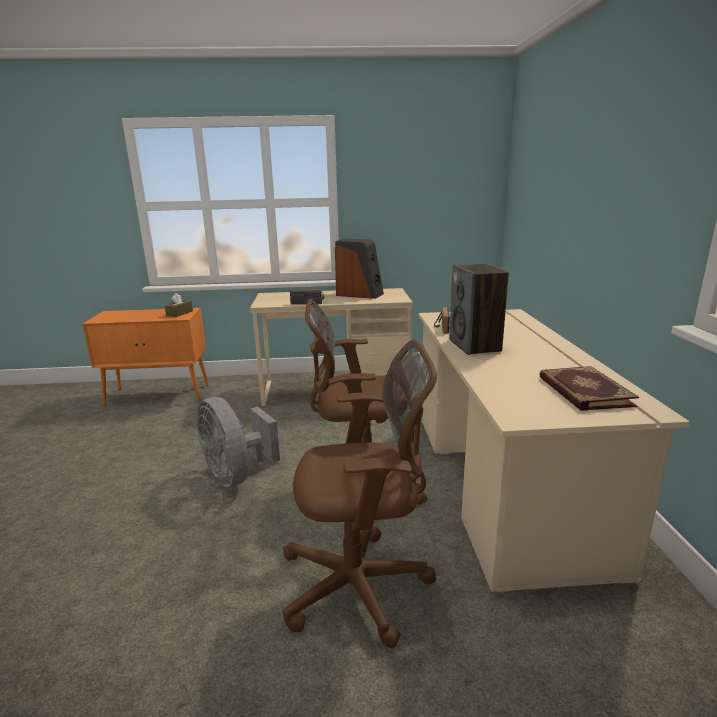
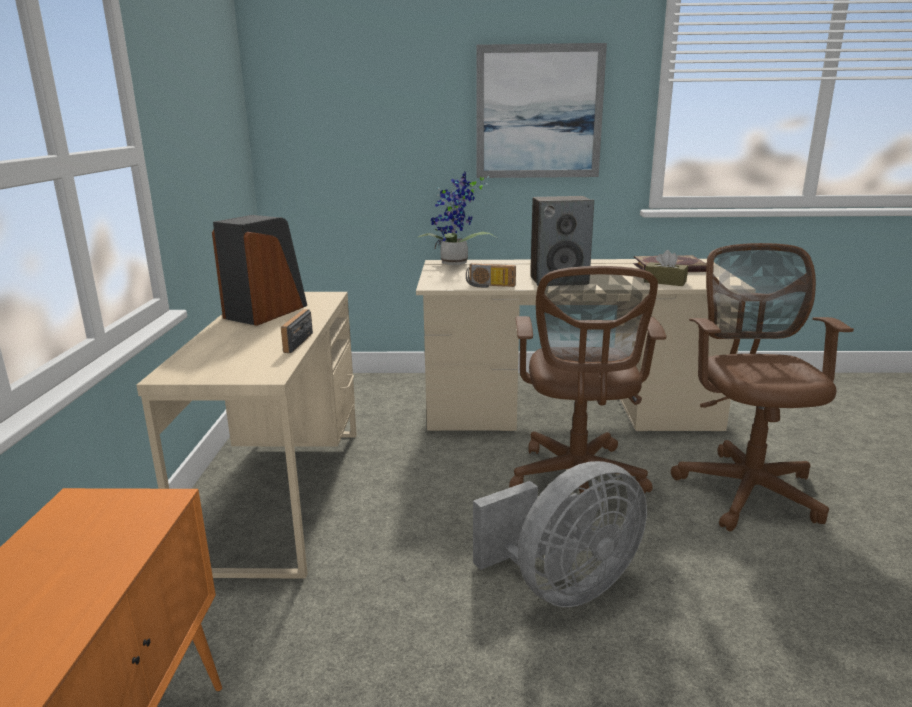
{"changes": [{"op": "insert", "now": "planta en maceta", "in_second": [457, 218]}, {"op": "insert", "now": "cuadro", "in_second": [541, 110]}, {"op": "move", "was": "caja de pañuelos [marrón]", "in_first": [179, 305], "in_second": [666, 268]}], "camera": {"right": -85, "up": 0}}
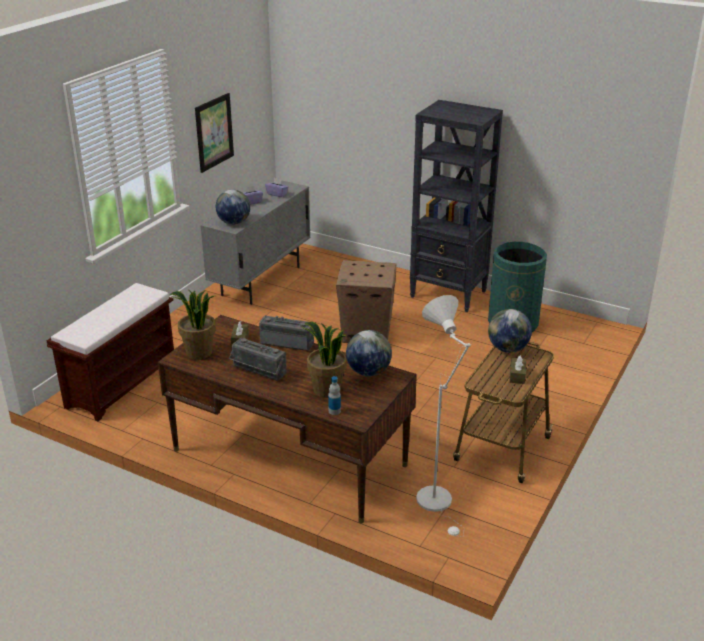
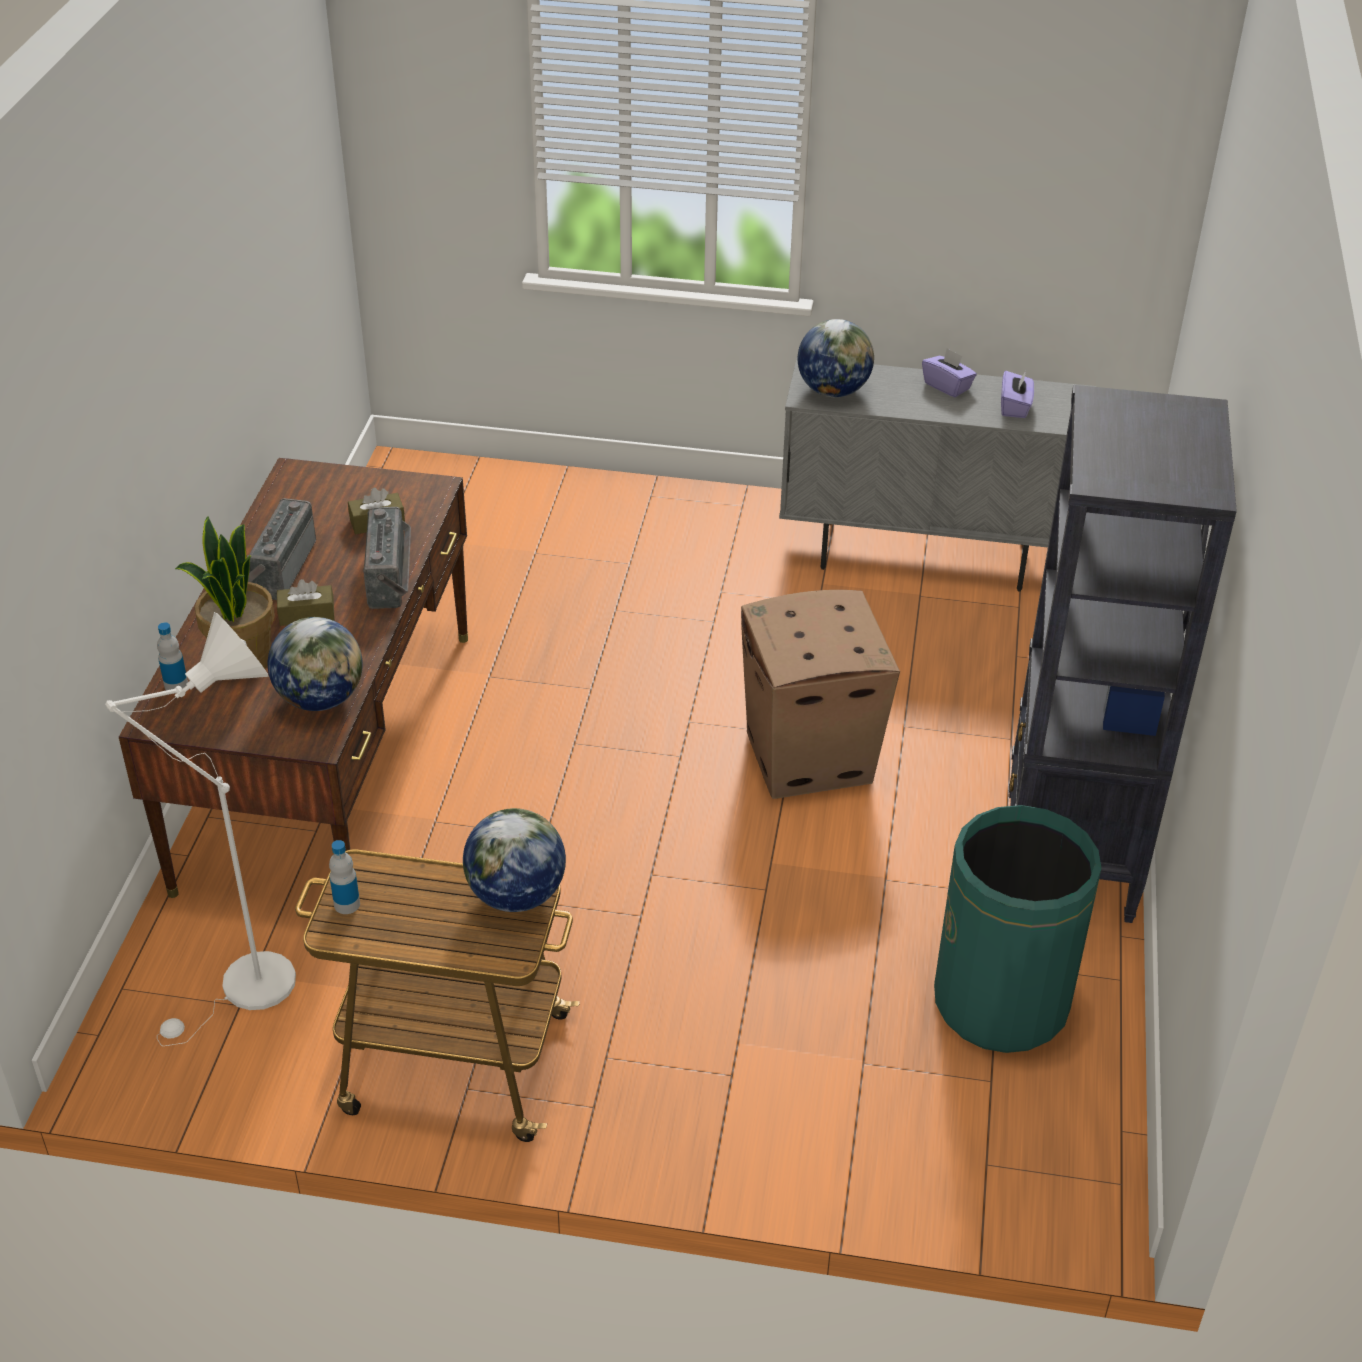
{"changes": [{"op": "delete", "was": "banco [marrón]", "in_first": [110, 352]}, {"op": "delete", "was": "planta en maceta", "in_first": [193, 324]}, {"op": "delete", "was": "cuadro", "in_first": [214, 133]}, {"op": "insert", "now": "botella", "in_second": [344, 877]}, {"op": "move", "was": "caja de pañuelos [marrón]", "in_first": [518, 369], "in_second": [306, 602]}], "camera": {"right": 70, "up": 10}}
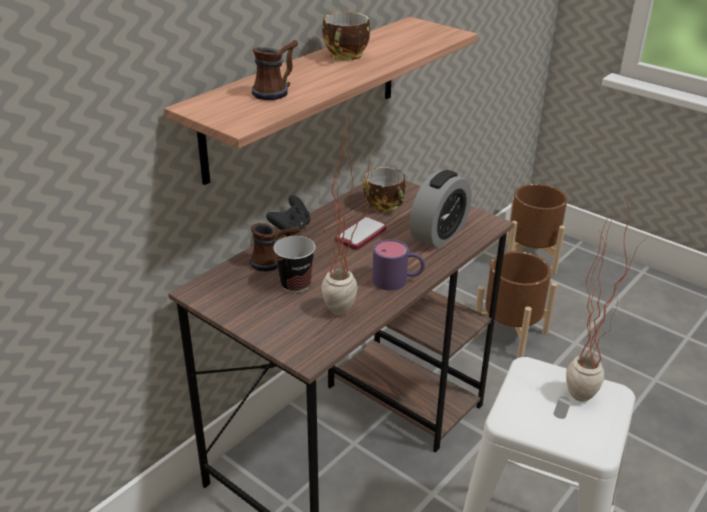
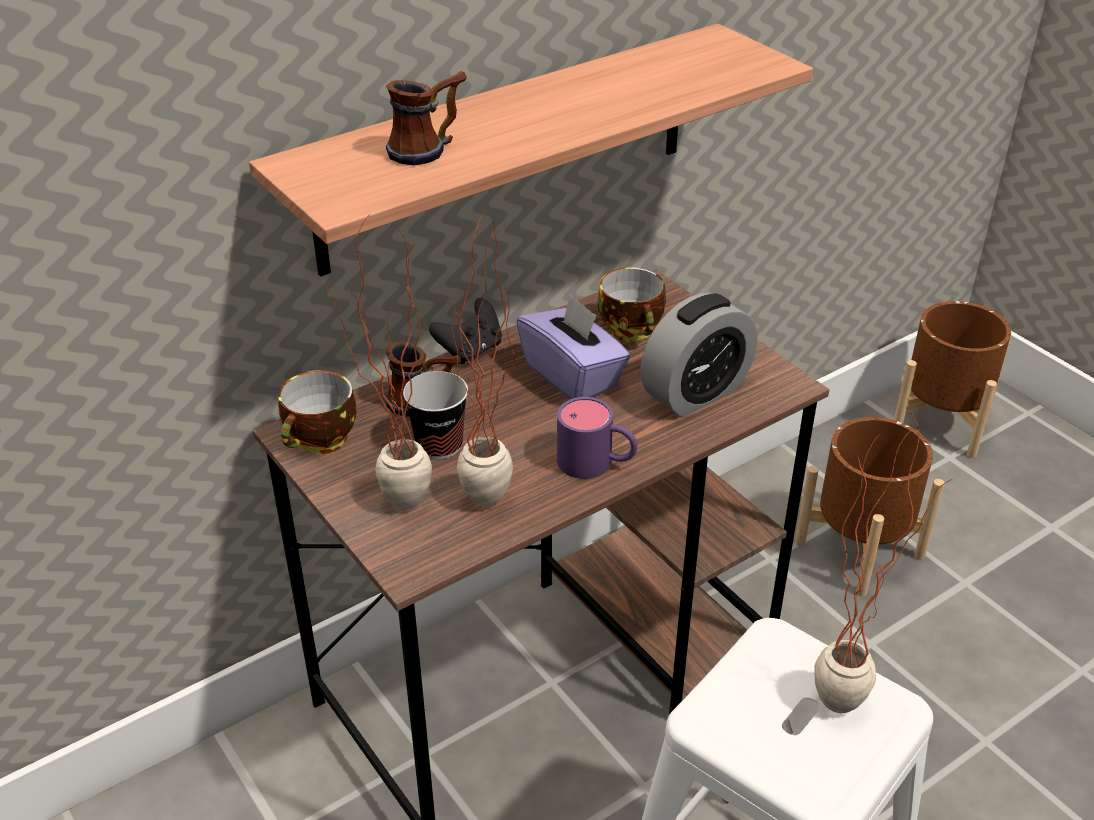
{"changes": [{"op": "insert", "now": "planta en maceta", "in_second": [377, 363]}, {"op": "move", "was": "taza", "in_first": [346, 36], "in_second": [317, 412]}, {"op": "replace", "was": "móvil", "now": "caja de pañuelos [morado]", "in_first": [361, 233], "in_second": [573, 346]}], "camera": {"right": 15, "up": 5}}
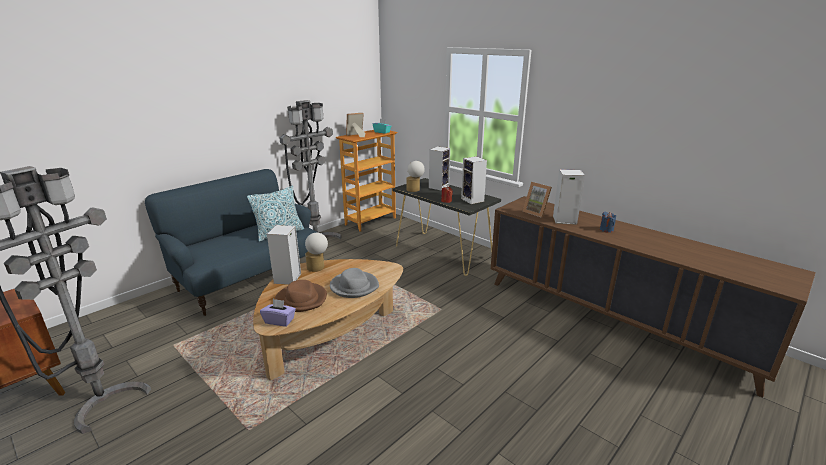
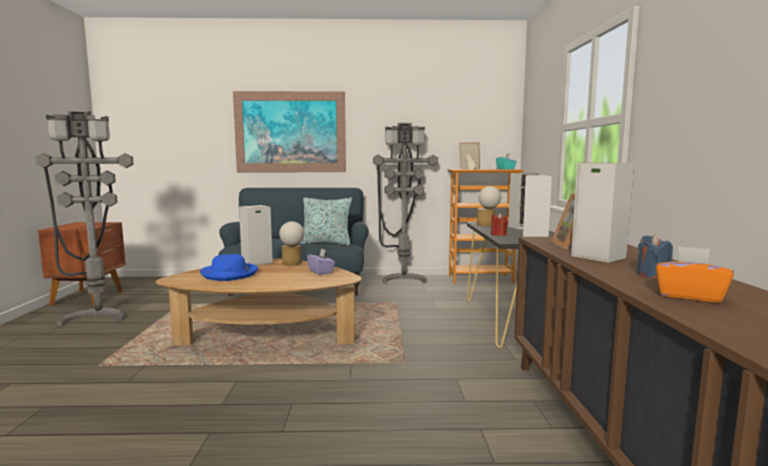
{"changes": [{"op": "delete", "was": "sombrero [gris]", "in_first": [354, 283]}, {"op": "insert", "now": "cuadro", "in_second": [289, 131]}, {"op": "insert", "now": "caja de pañuelos [naranja]", "in_second": [695, 274]}, {"op": "move", "was": "caja de pañuelos [morado]", "in_first": [278, 313], "in_second": [321, 261]}, {"op": "recolor", "was": "sombrero [marrón]", "now": "sombrero [azul]", "in_first": [301, 296], "in_second": [229, 267]}], "camera": {"right": 45, "up": -15}}
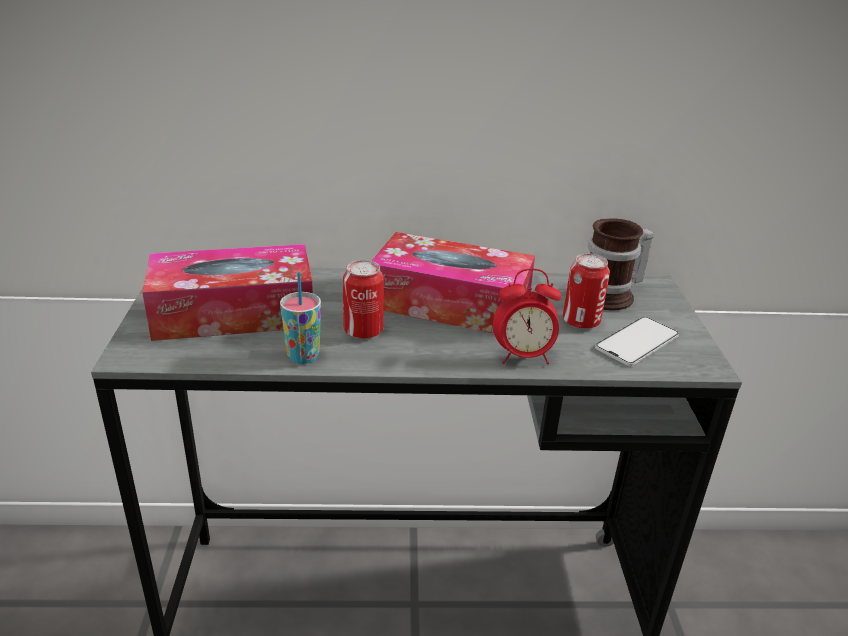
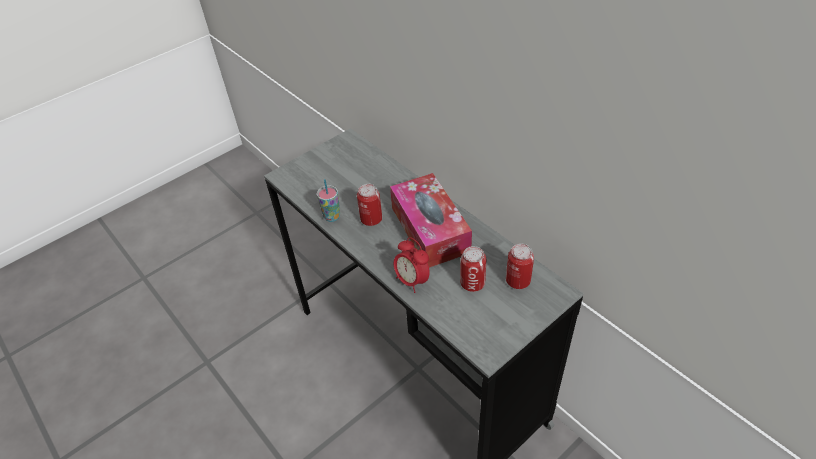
{"changes": [{"op": "delete", "was": "caja de pañuelos", "in_first": [227, 292]}, {"op": "delete", "was": "móvil", "in_first": [637, 341]}, {"op": "replace", "was": "taza grande", "now": "lata", "in_first": [621, 264], "in_second": [520, 266]}], "camera": {"right": 55, "up": 15}}
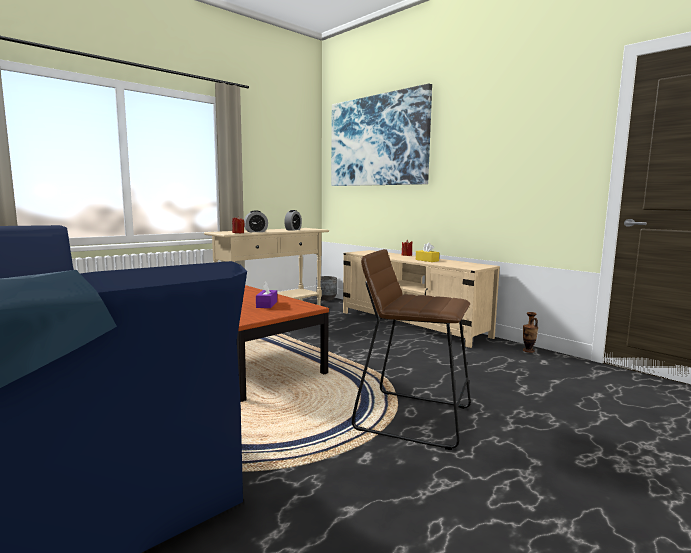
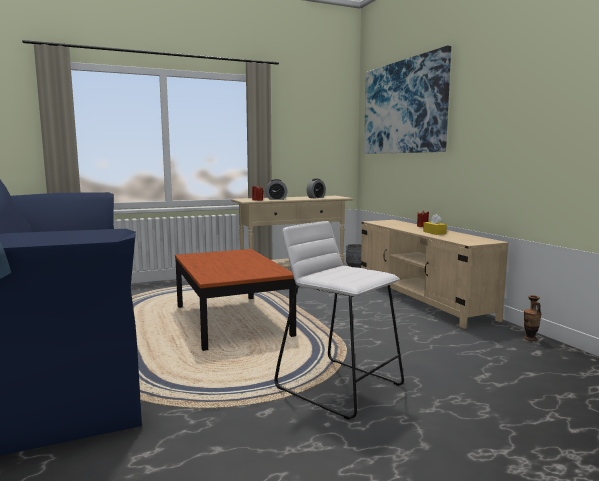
{"changes": [{"op": "delete", "was": "caja de pañuelos [morado]", "in_first": [266, 294]}, {"op": "recolor", "was": "taburete [marrón]", "now": "taburete [blanco]", "in_first": [411, 349], "in_second": [339, 320]}], "camera": {"right": 20, "up": 0}}
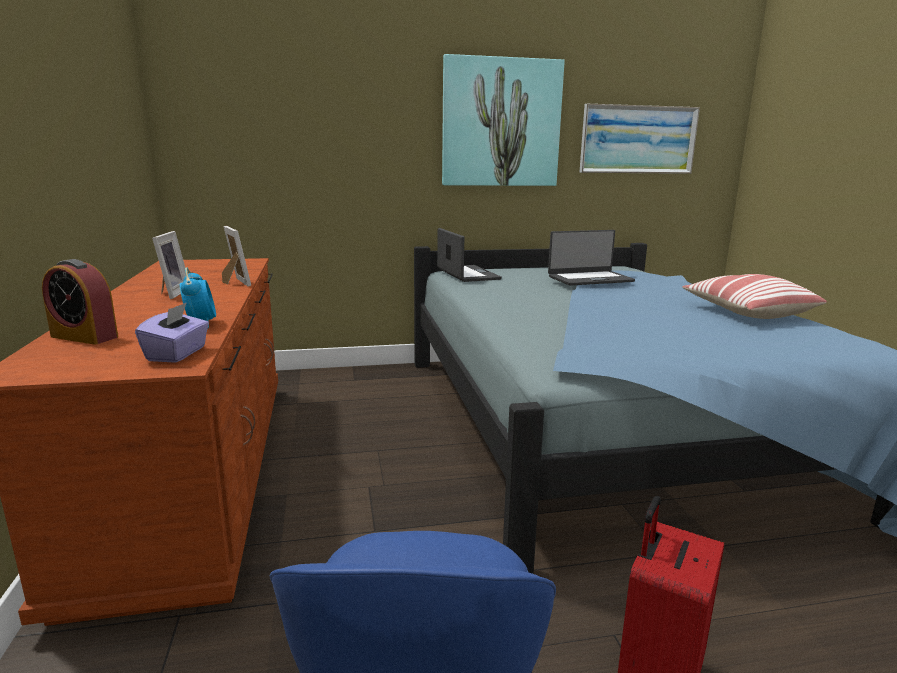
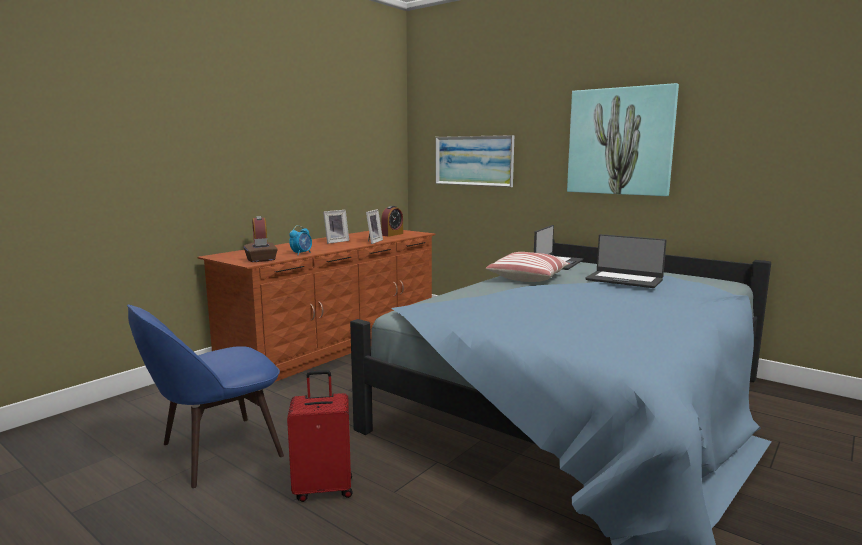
{"changes": [{"op": "insert", "now": "despertador", "in_second": [392, 221]}, {"op": "move", "was": "cuadro", "in_first": [639, 139], "in_second": [474, 161]}, {"op": "move", "was": "cojín", "in_first": [754, 296], "in_second": [527, 267]}, {"op": "recolor", "was": "caja de pañuelos [morado]", "now": "caja de pañuelos [marrón]", "in_first": [172, 332], "in_second": [261, 250]}], "camera": {"right": 50, "up": -5}}
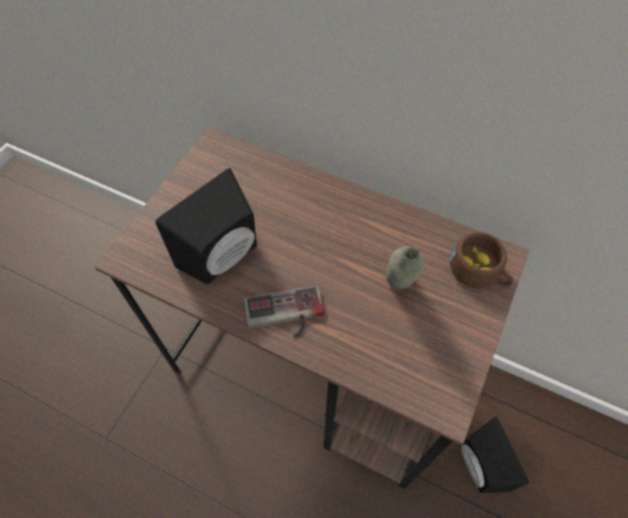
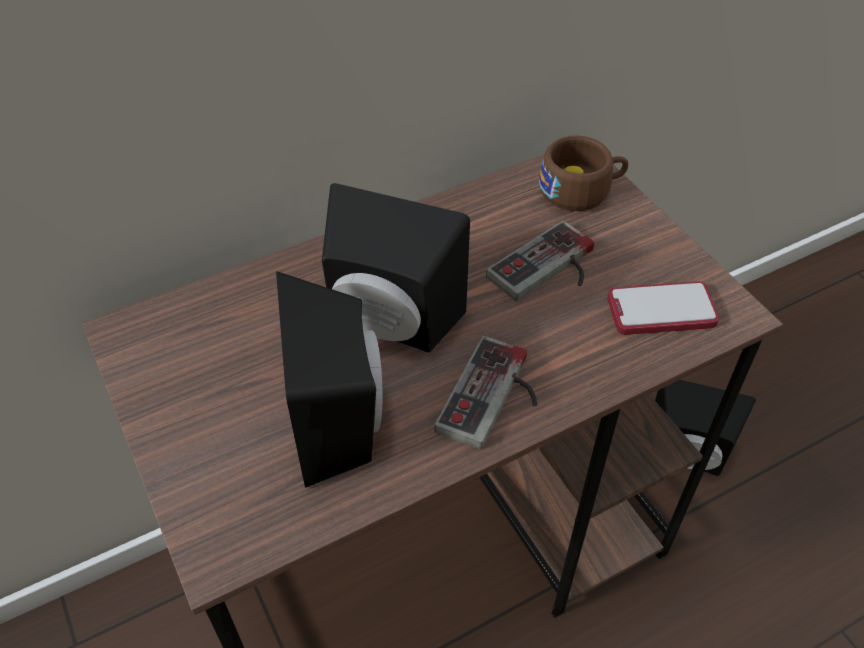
{"changes": [{"op": "insert", "now": "altavoz [negro]", "in_second": [396, 267]}, {"op": "insert", "now": "móvil", "in_second": [663, 308]}, {"op": "replace", "was": "botella [gris]", "now": "mando de consola", "in_first": [405, 268], "in_second": [540, 260]}], "camera": {"right": -55, "up": -10}}
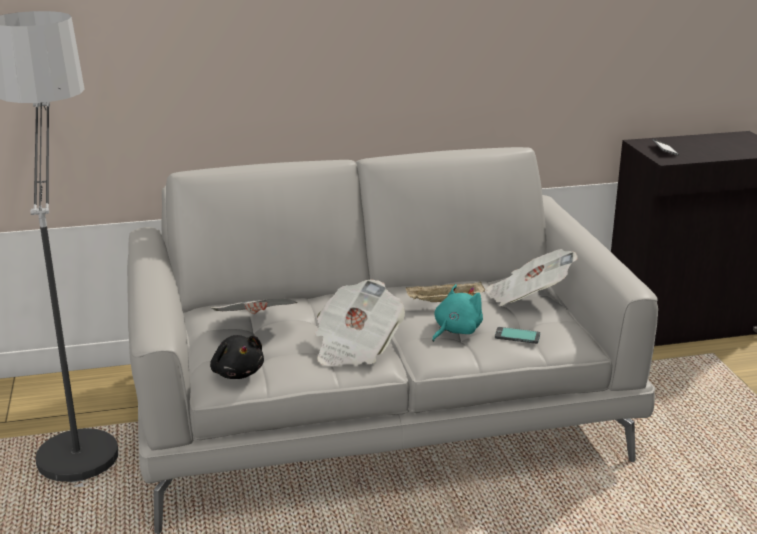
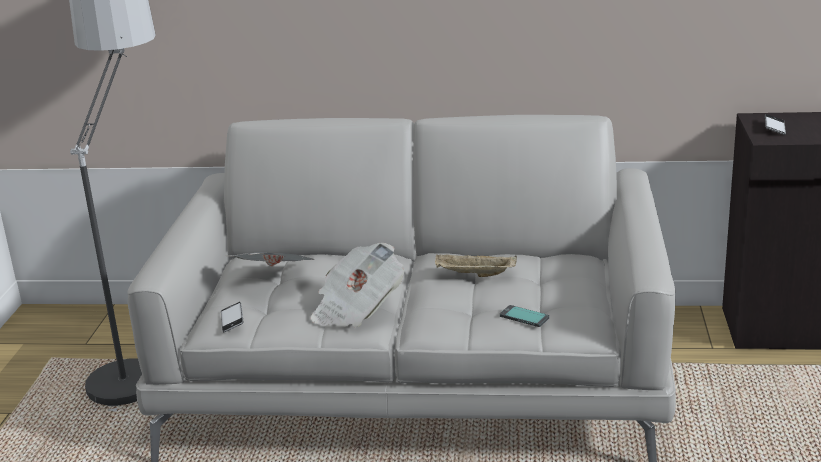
{"changes": [{"op": "delete", "was": "peluche [turquesa]", "in_first": [457, 313]}, {"op": "delete", "was": "periódico", "in_first": [532, 277]}, {"op": "replace", "was": "peluche [negro]", "now": "móvil", "in_first": [237, 357], "in_second": [232, 317]}], "camera": {"right": 20, "up": 0}}
